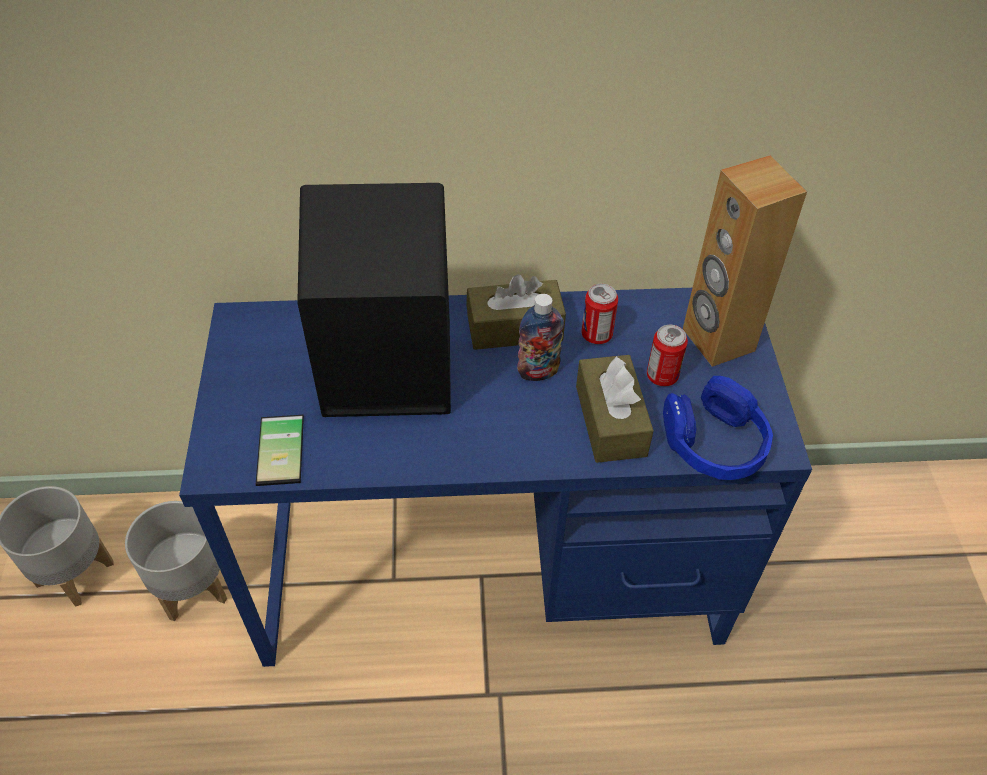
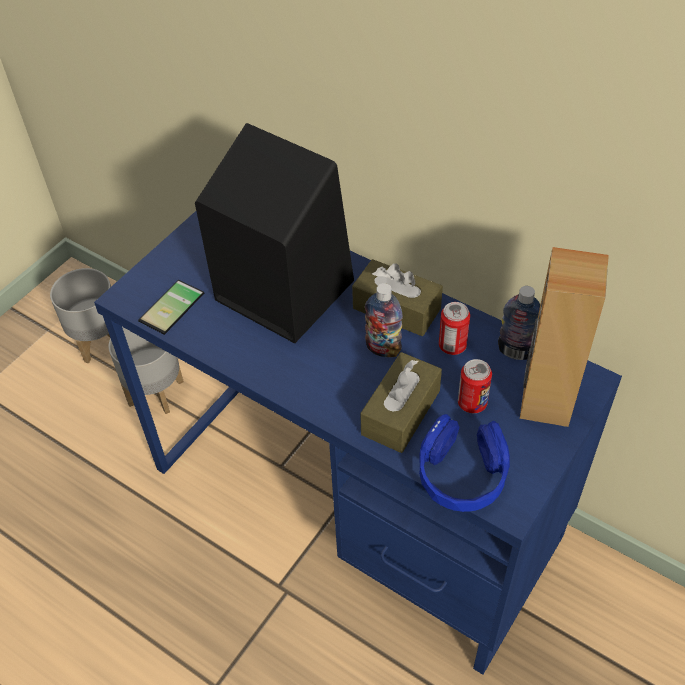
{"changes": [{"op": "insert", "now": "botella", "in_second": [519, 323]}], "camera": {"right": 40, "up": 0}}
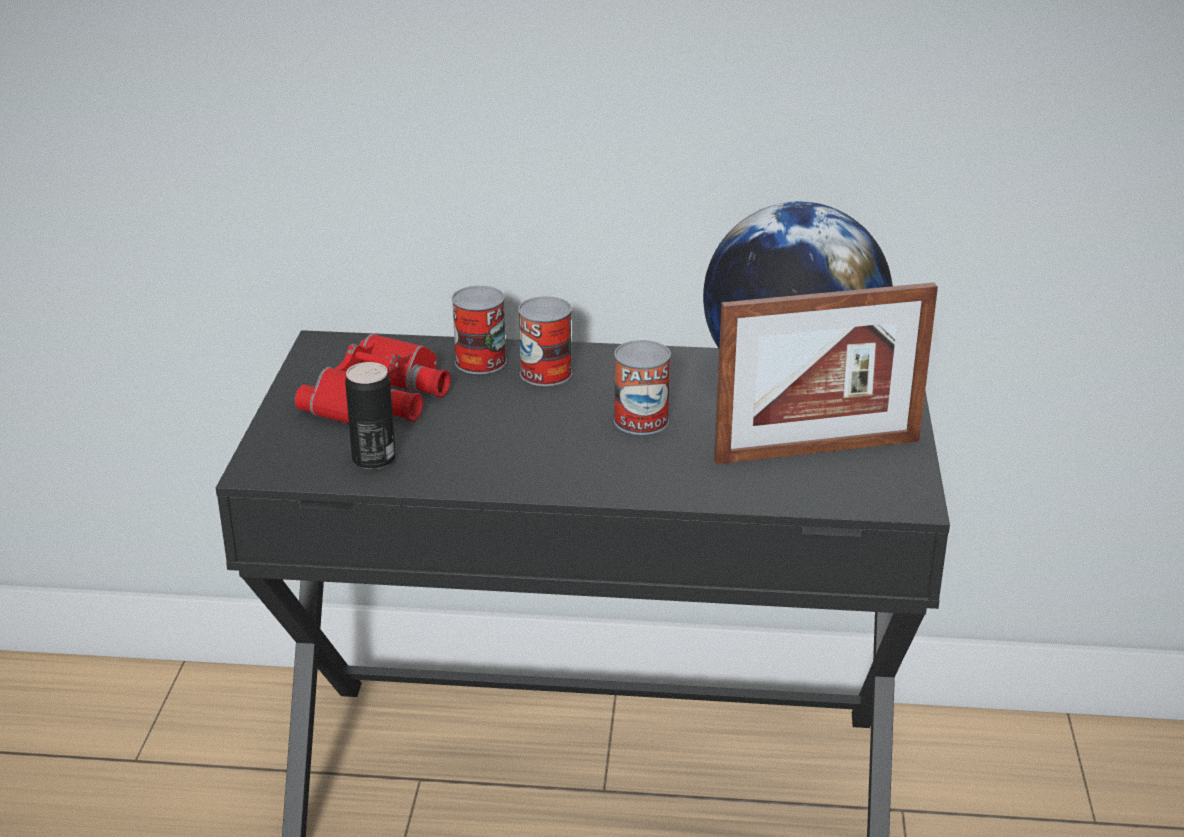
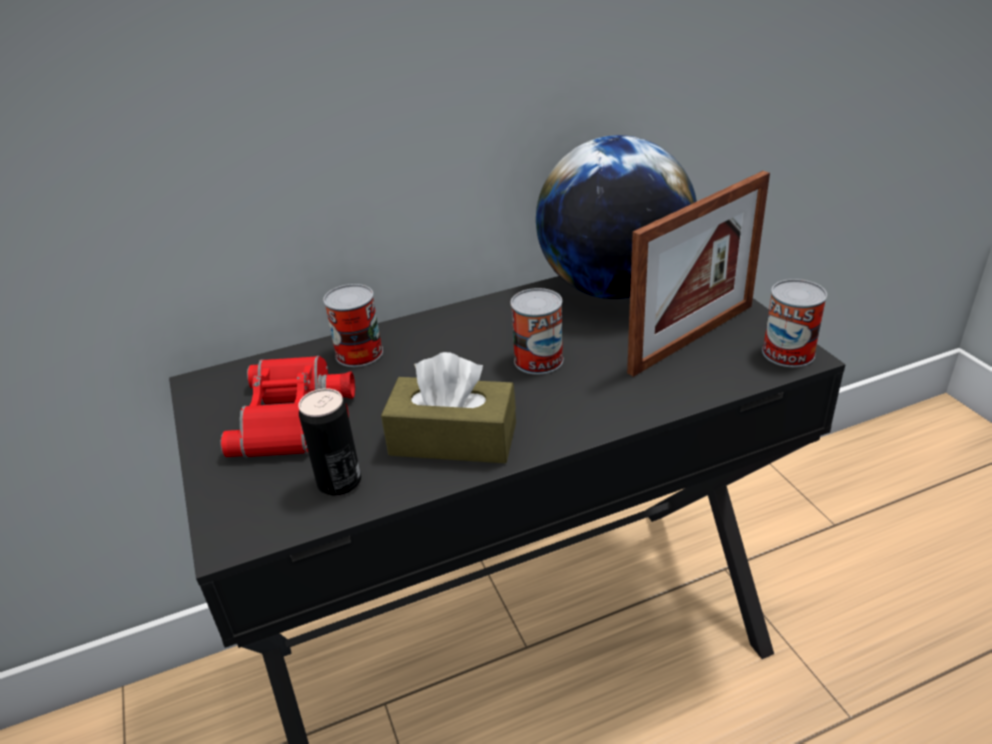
{"changes": [{"op": "insert", "now": "caja de pañuelos [marrón]", "in_second": [448, 407]}, {"op": "move", "was": "lata", "in_first": [545, 341], "in_second": [794, 323]}], "camera": {"right": -25, "up": 5}}
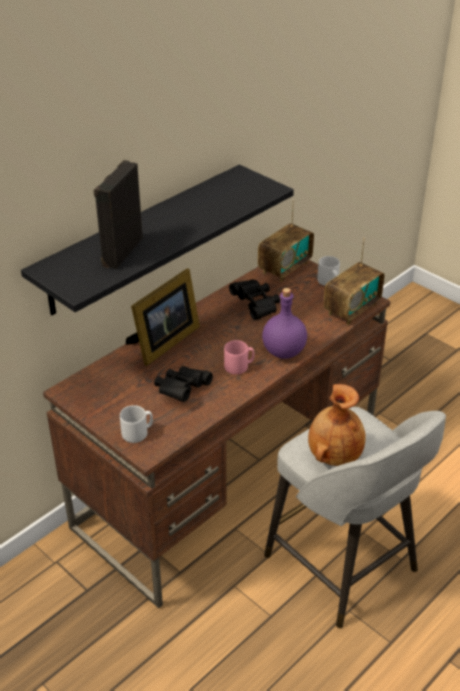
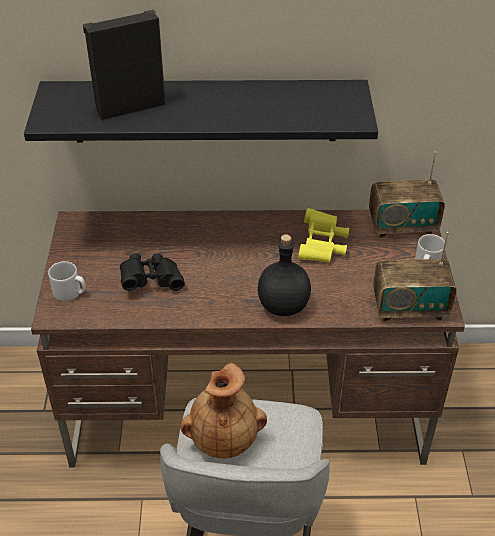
{"changes": [{"op": "delete", "was": "portarretratos", "in_first": [163, 317]}, {"op": "delete", "was": "taza grande [rosa]", "in_first": [239, 357]}, {"op": "recolor", "was": "prismáticos [negro]", "now": "prismáticos [amarillo]", "in_first": [254, 299], "in_second": [323, 235]}, {"op": "recolor", "was": "botella [morado]", "now": "botella [negro]", "in_first": [284, 323], "in_second": [284, 275]}], "camera": {"right": 45, "up": 5}}
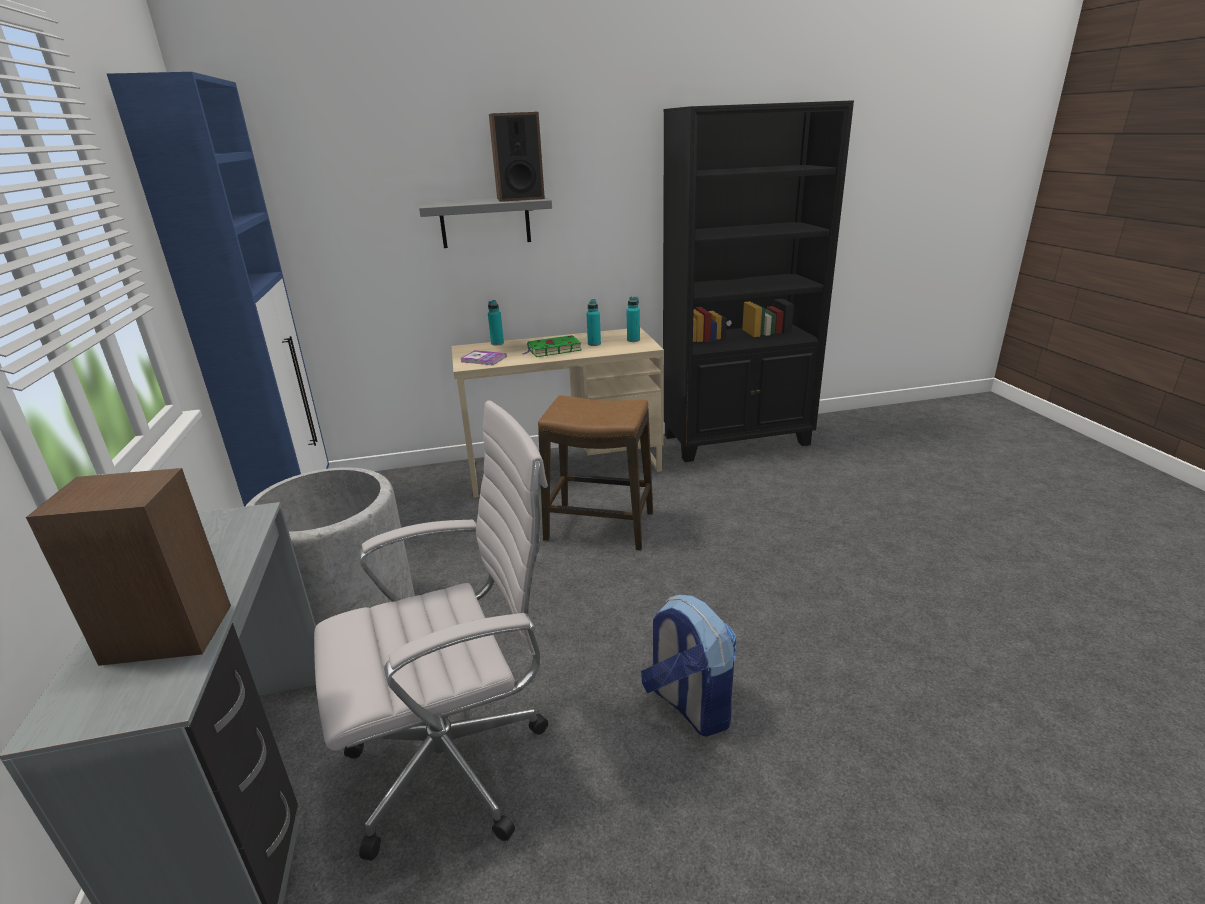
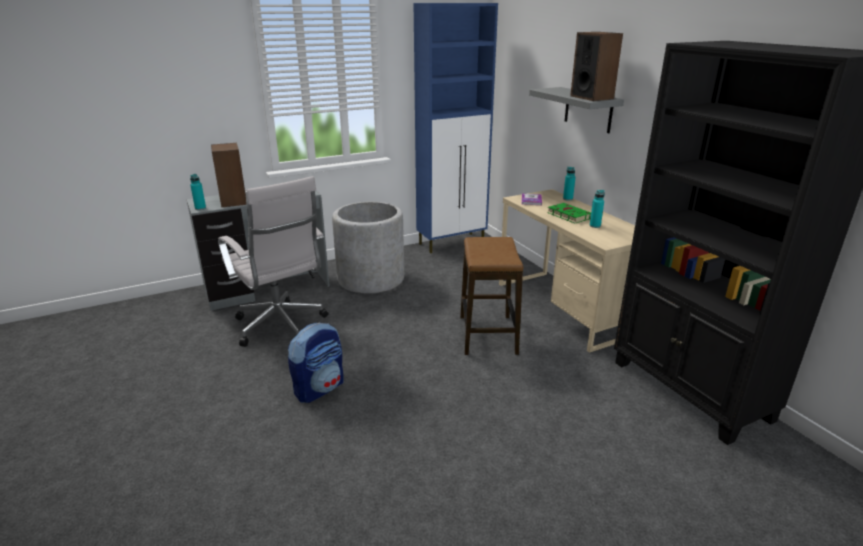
{"changes": [{"op": "move", "was": "botella [turquesa]", "in_first": [633, 319], "in_second": [198, 192]}], "camera": {"right": 75, "up": 0}}
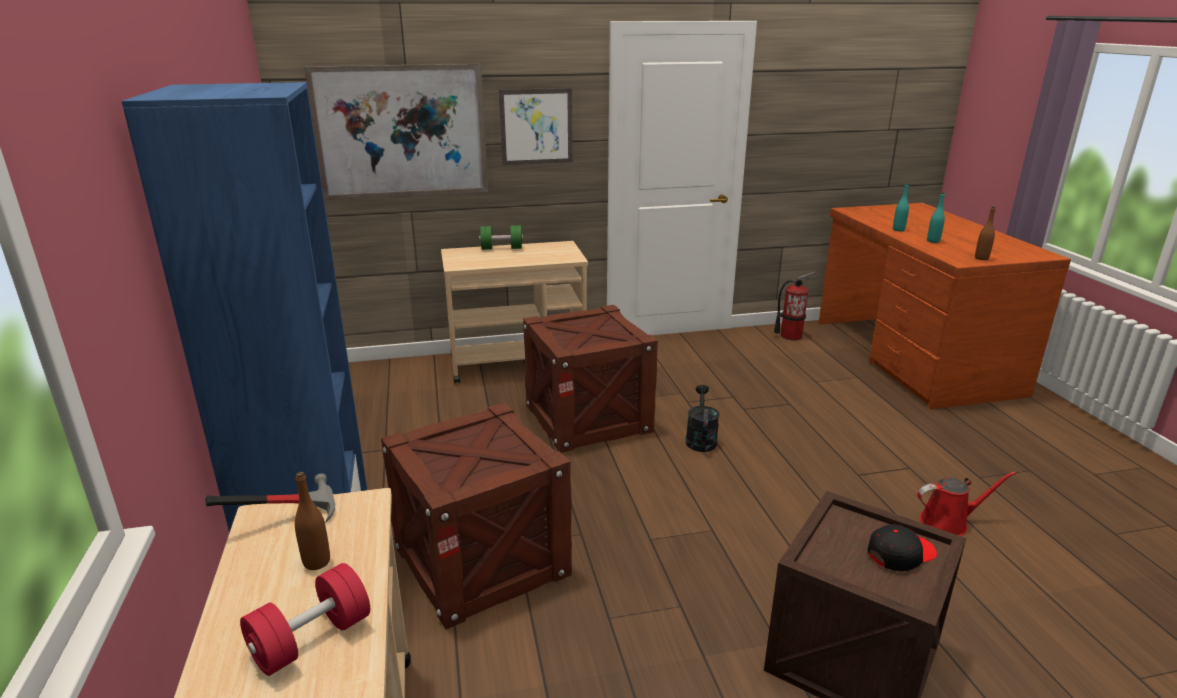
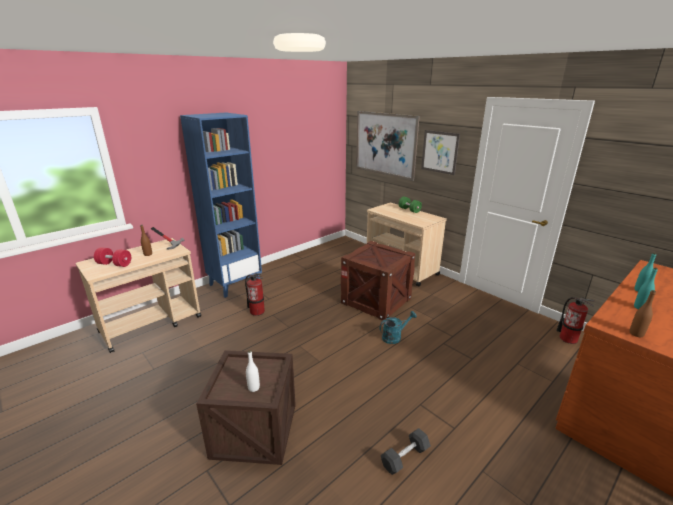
{"changes": [{"op": "replace", "was": "caja de embalaje", "now": "extintor", "in_first": [476, 516], "in_second": [255, 294]}, {"op": "replace", "was": "gorra [negro]", "now": "botella [blanco]", "in_first": [902, 547], "in_second": [253, 371]}, {"op": "replace", "was": "regadera [rojo]", "now": "mancuerna [negro]", "in_first": [967, 504], "in_second": [406, 451]}, {"op": "recolor", "was": "regadera [negro]", "now": "regadera [turquesa]", "in_first": [703, 418], "in_second": [398, 327]}], "camera": {"right": 60, "up": 0}}
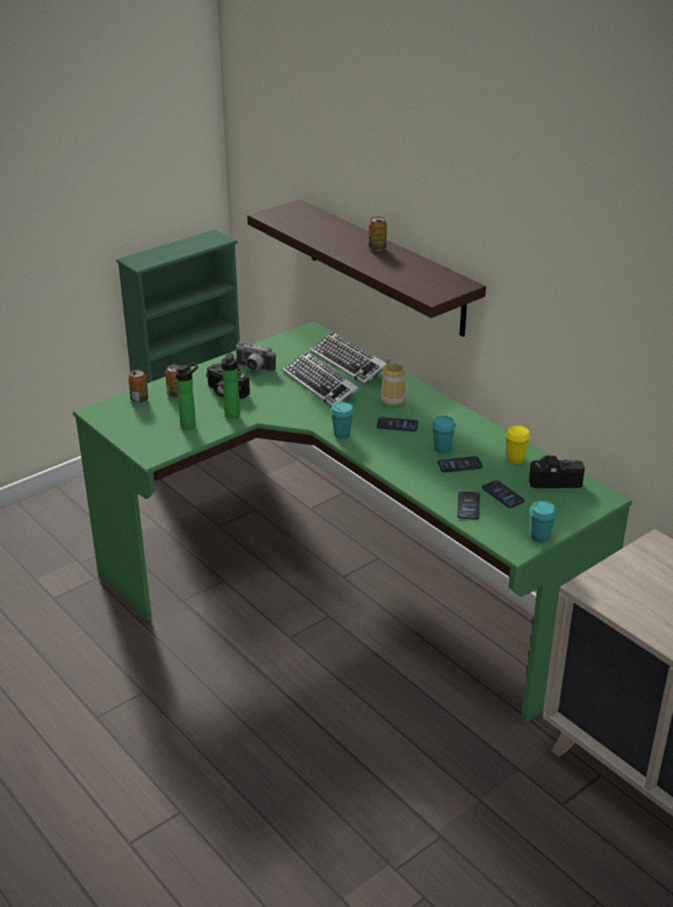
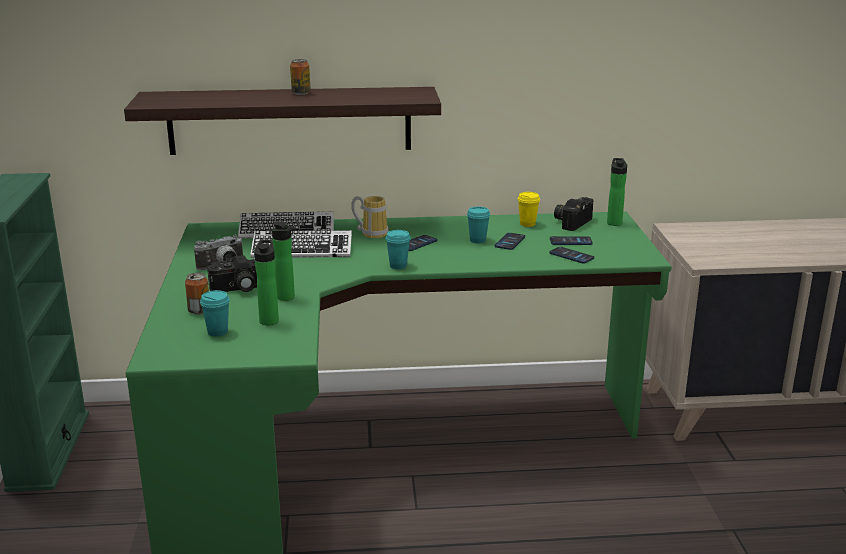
{"changes": [{"op": "delete", "was": "lata", "in_first": [138, 386]}, {"op": "insert", "now": "botella", "in_second": [617, 192]}, {"op": "move", "was": "taza [turquesa]", "in_first": [543, 522], "in_second": [215, 313]}], "camera": {"right": -55, "up": -10}}
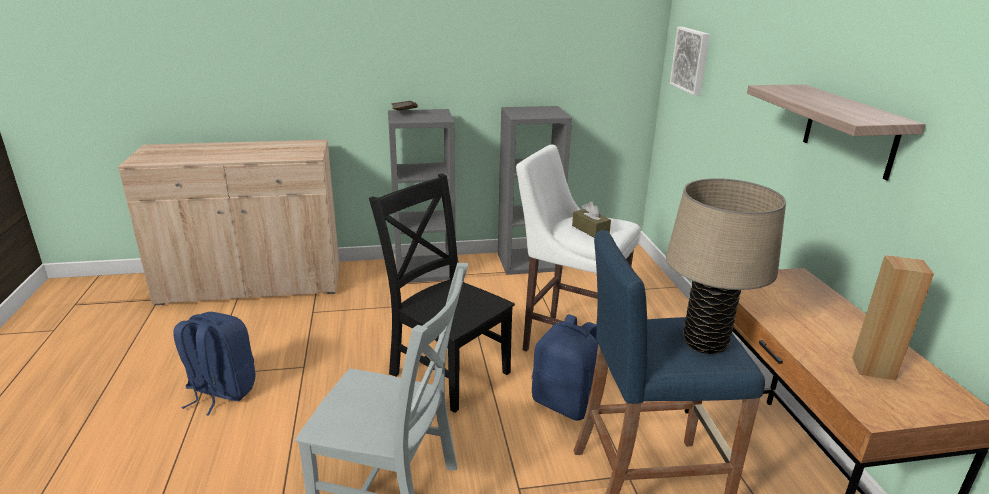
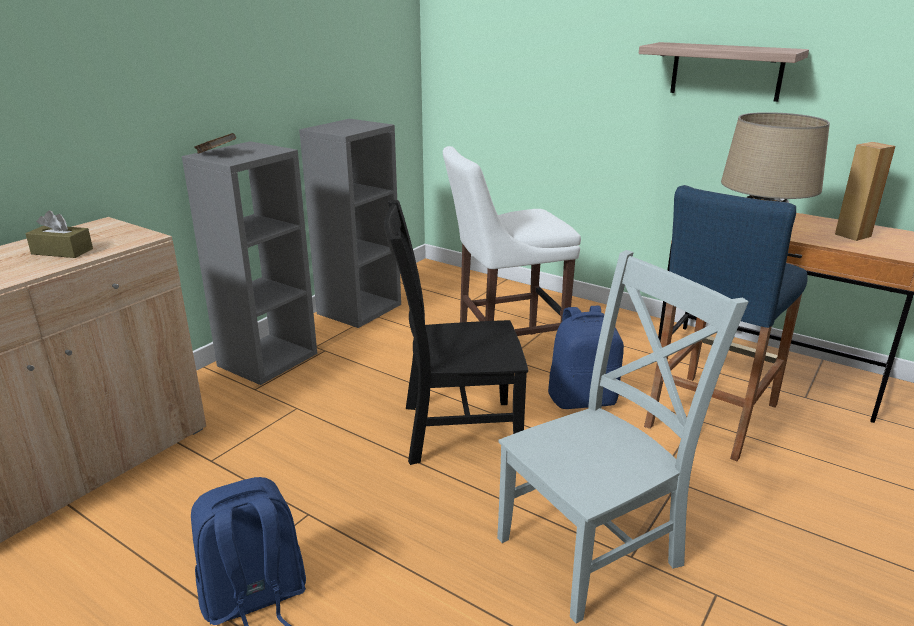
{"changes": [{"op": "delete", "was": "cuadro", "in_first": [690, 61]}, {"op": "move", "was": "caja de pañuelos [marrón]", "in_first": [591, 220], "in_second": [59, 234]}], "camera": {"right": -45, "up": 0}}
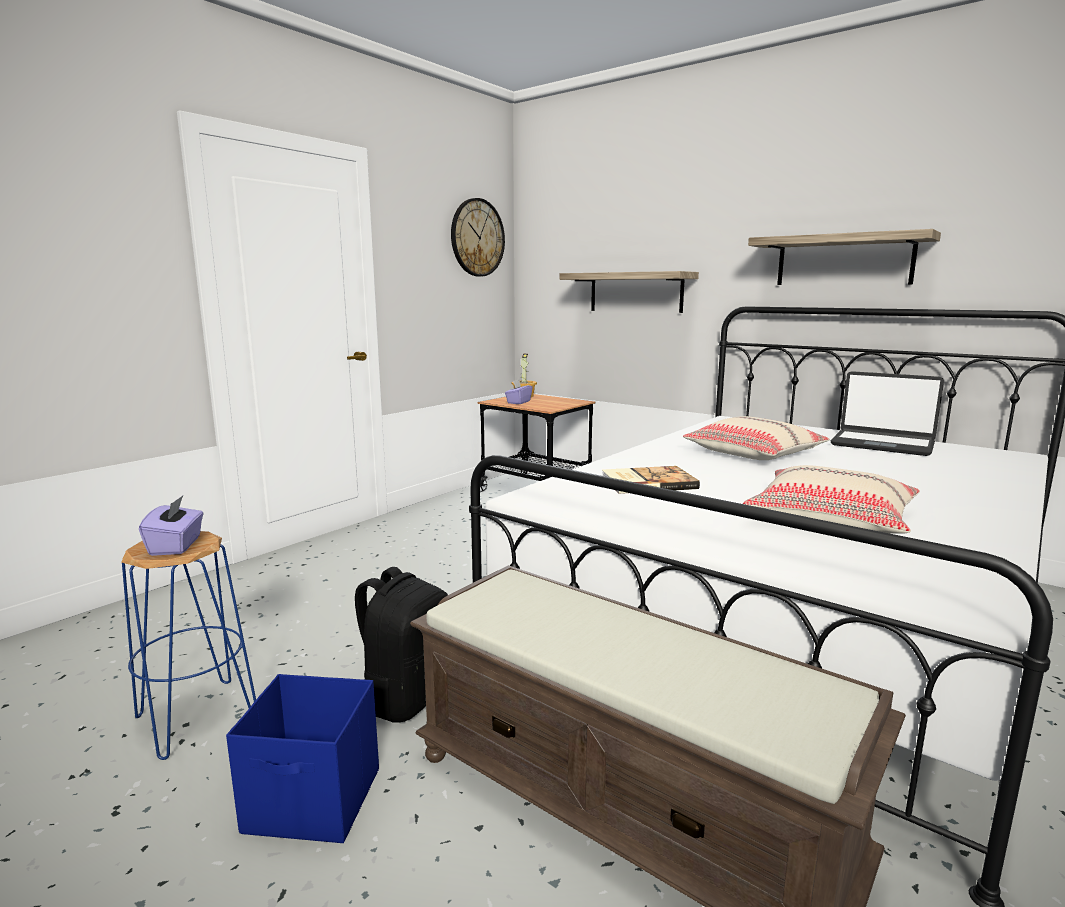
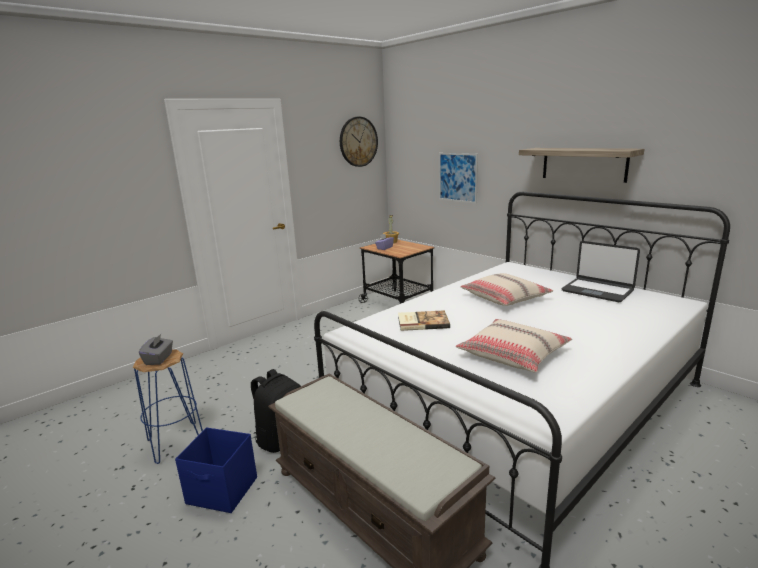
{"changes": [{"op": "replace", "was": "estante", "now": "cuadro", "in_first": [629, 292], "in_second": [458, 178]}, {"op": "recolor", "was": "caja de pañuelos [morado]", "now": "caja de pañuelos [gris]", "in_first": [171, 526], "in_second": [156, 349]}], "camera": {"right": 10, "up": 5}}
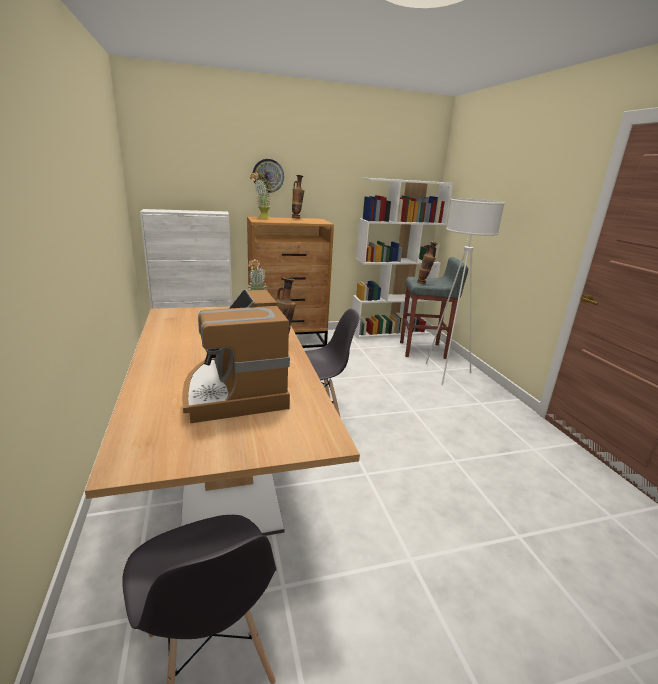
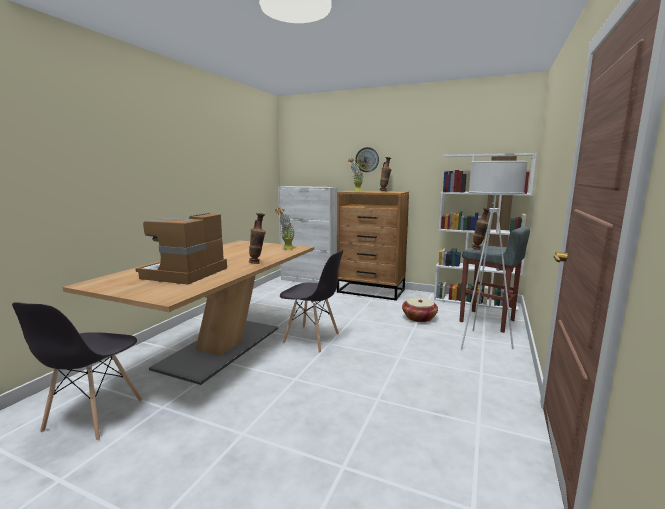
{"changes": [{"op": "insert", "now": "cesta", "in_second": [420, 310]}], "camera": {"right": 40, "up": -10}}
